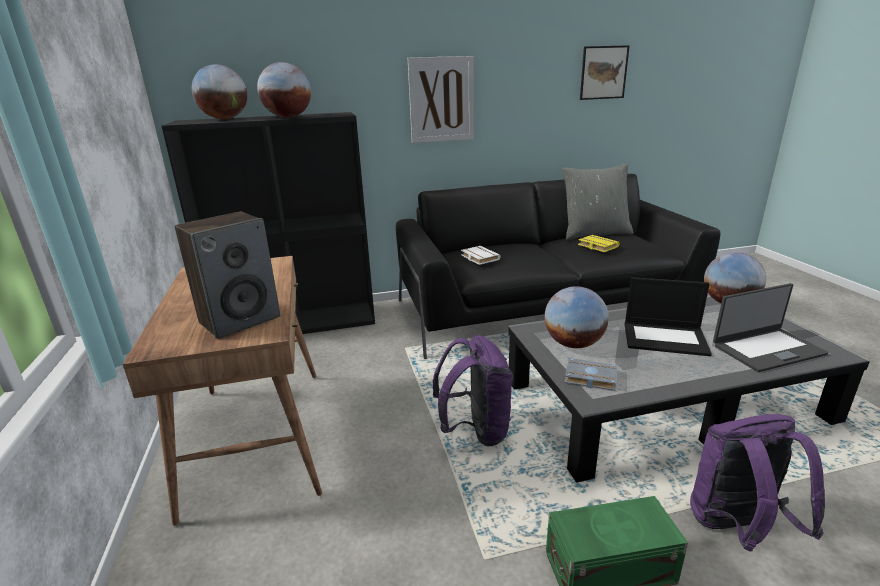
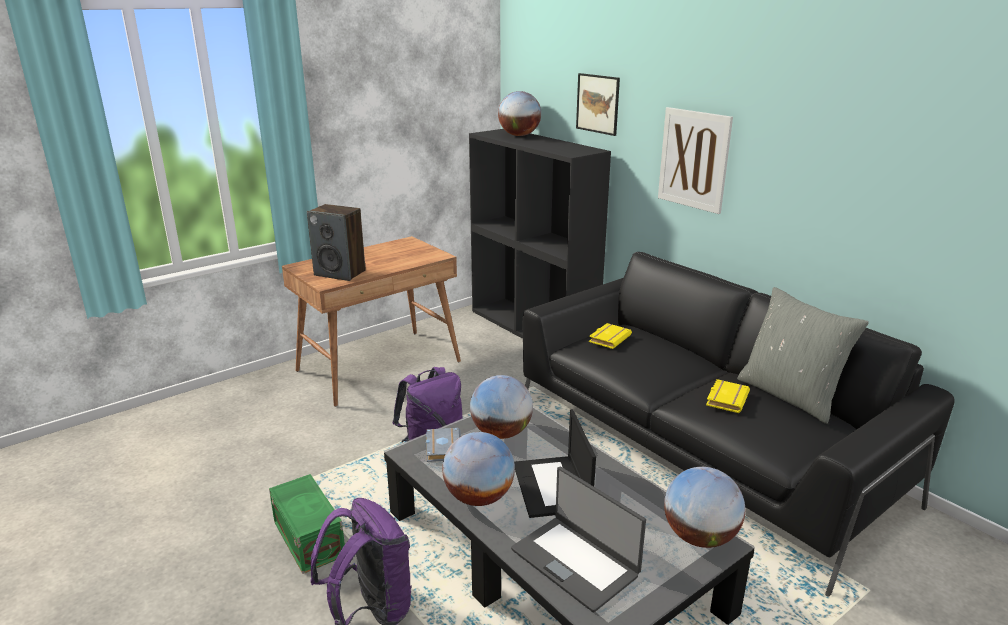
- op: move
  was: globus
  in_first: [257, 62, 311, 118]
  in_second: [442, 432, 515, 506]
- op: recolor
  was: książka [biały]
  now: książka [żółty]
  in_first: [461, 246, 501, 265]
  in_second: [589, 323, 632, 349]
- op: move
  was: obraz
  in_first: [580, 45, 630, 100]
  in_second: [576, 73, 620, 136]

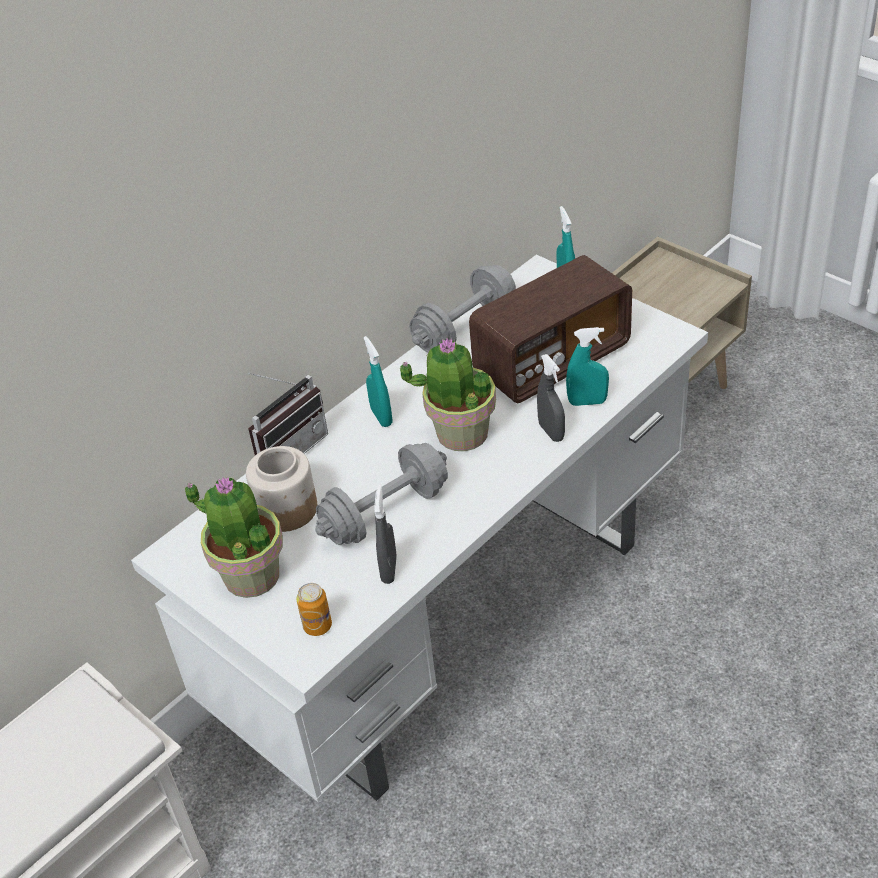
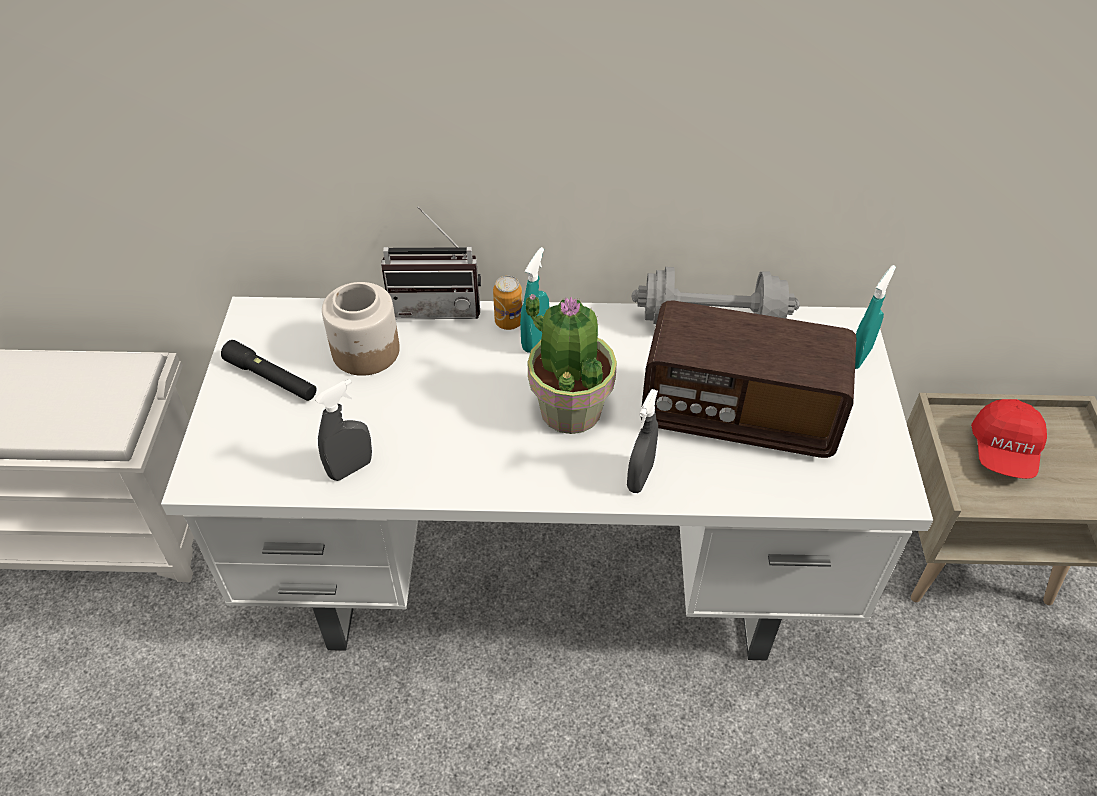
- op: replace
  was: roślina doniczkowa
  now: latarka [czarny]
  in_first: [185, 476, 283, 598]
  in_second: [221, 340, 317, 401]
- op: move
  was: puszka
  in_first: [296, 583, 332, 636]
  in_second: [493, 276, 523, 330]
- op: delete
  was: hantel [szary]
  in_first: [315, 443, 448, 545]
- op: delete
  was: spryskiwacz [turkusowy]
  in_first: [566, 327, 609, 406]
- op: insert
  now: czapka z daszkiem [czerwony]
  in_second: [971, 399, 1047, 479]

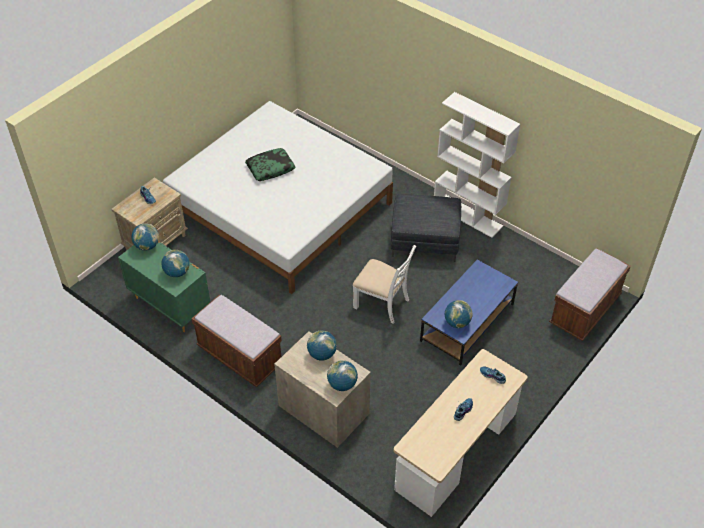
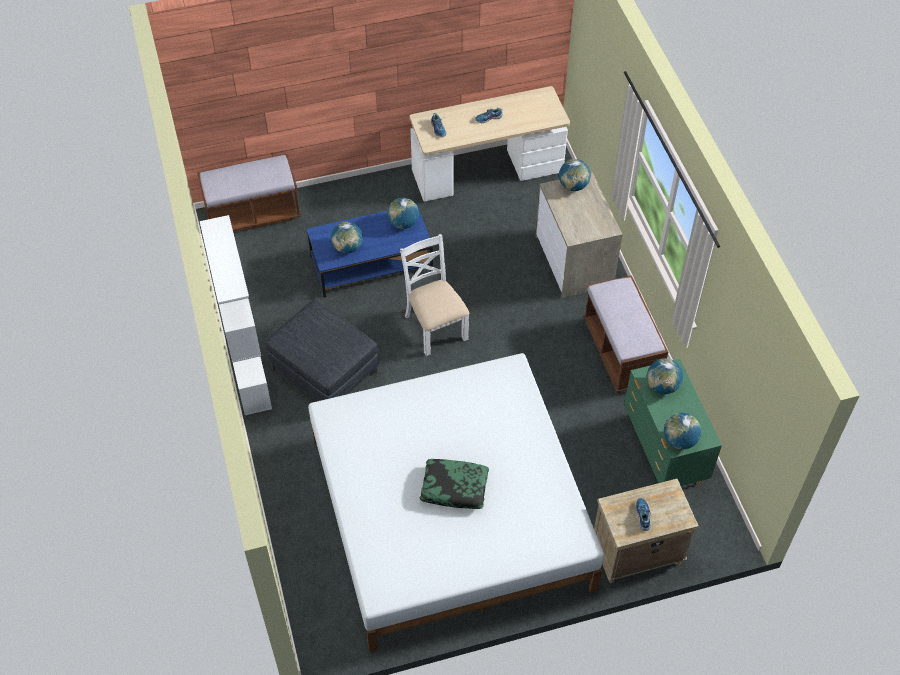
- op: move
  was: globus
  in_first: [307, 331, 337, 361]
  in_second: [331, 221, 363, 253]

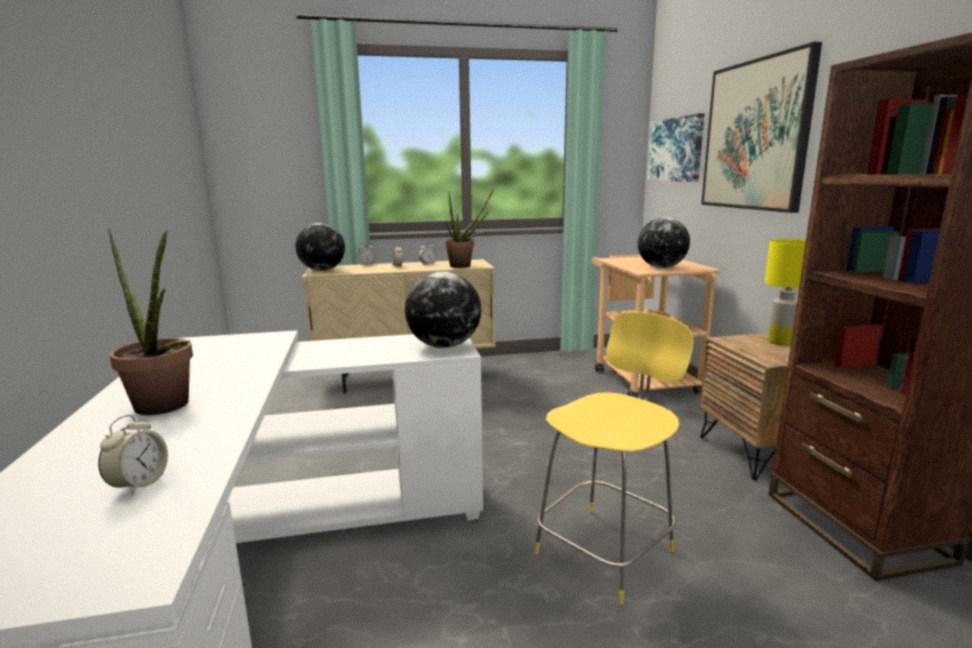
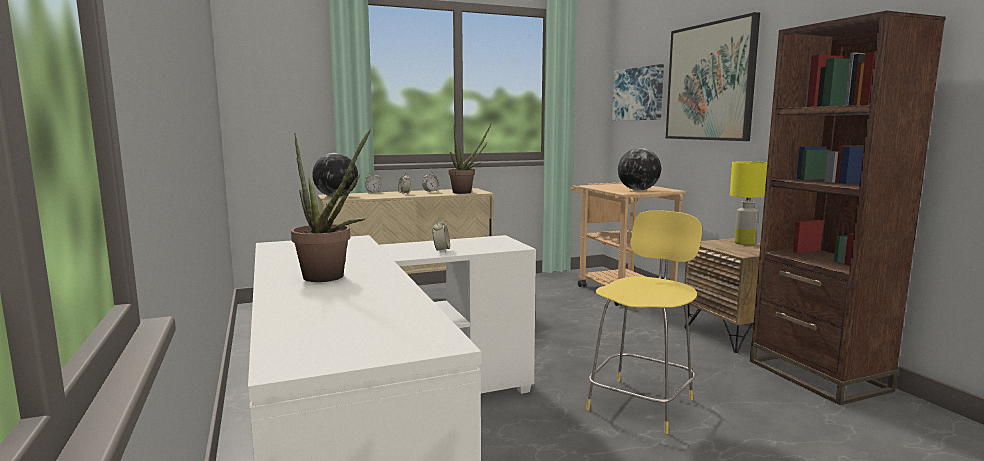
- op: move
  was: budzik
  in_first: [98, 415, 168, 496]
  in_second: [432, 218, 450, 252]
- op: delete
  was: globus
  in_first: [405, 271, 481, 348]

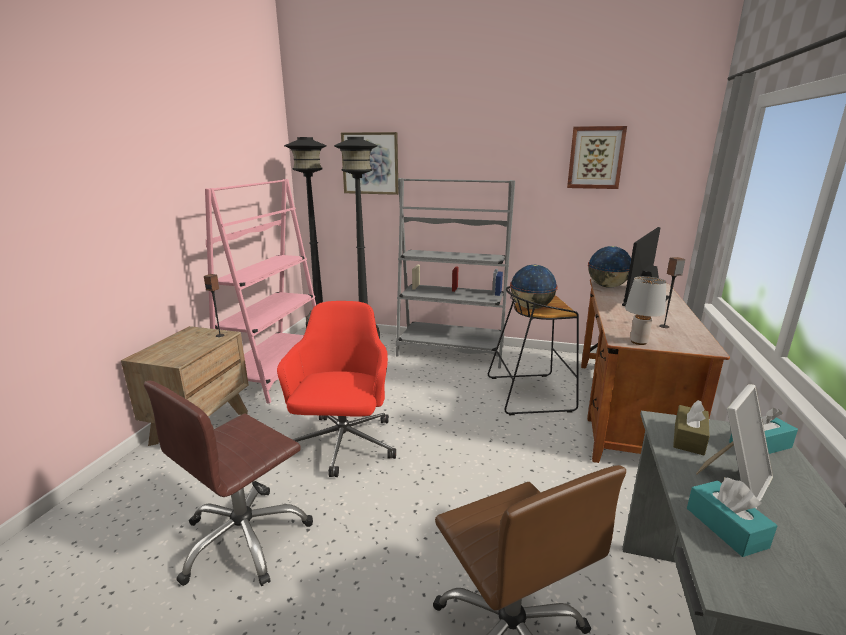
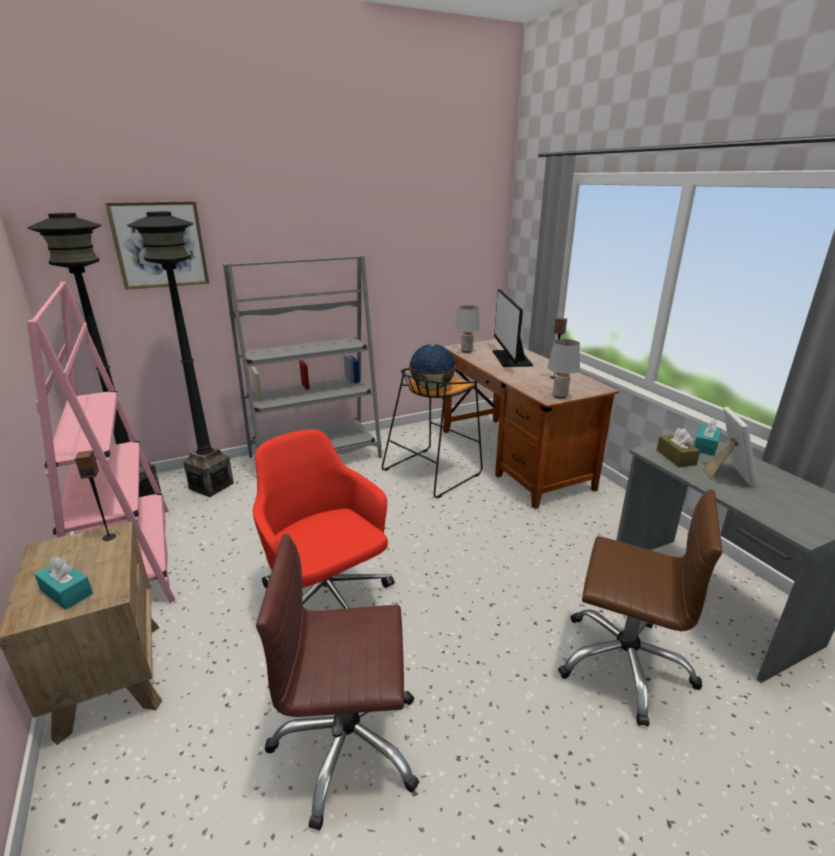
- op: rotate
  was: krzesło biurowe [brązowy]
  in_first: [144, 380, 313, 586]
  in_second: [256, 534, 419, 830]
  clockwise: 90
- op: delete
  was: obraz
  in_first: [567, 126, 627, 189]
- op: replace
  was: globus
  now: lampa stołowa [szary]
  in_first: [588, 246, 631, 288]
  in_second: [455, 305, 480, 353]
- op: move
  was: pudełko chusteczek [turkusowy]
  in_first: [687, 477, 777, 557]
  in_second: [34, 557, 93, 610]

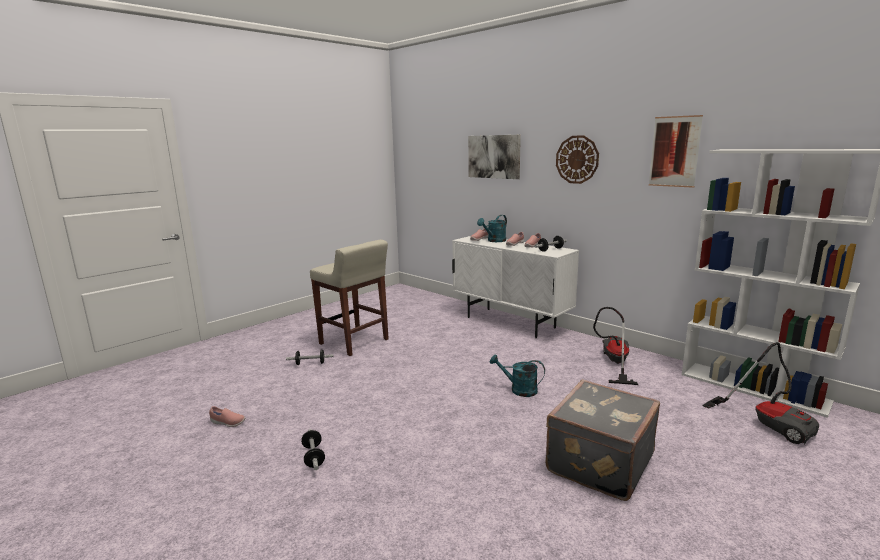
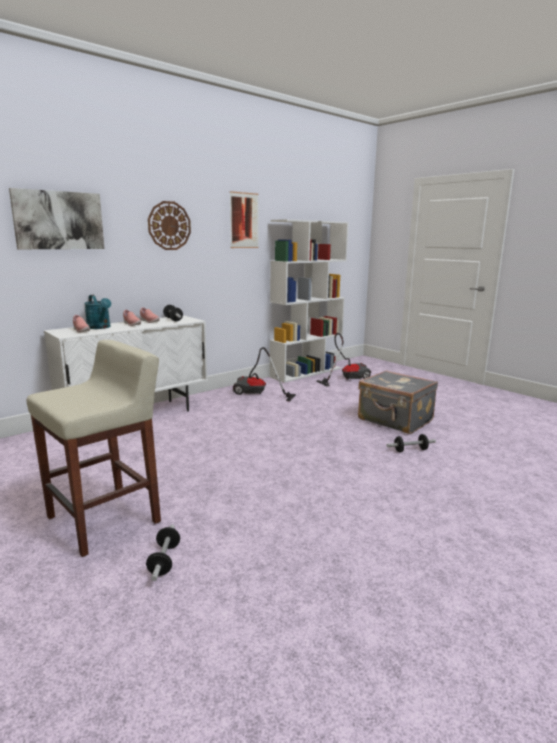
- op: delete
  was: but [różowy]
  in_first: [209, 406, 245, 427]
- op: move
  was: hantel
  in_first: [301, 429, 325, 470]
  in_second: [387, 434, 436, 452]
- op: delete
  was: konewka [turkusowy]
  in_first: [490, 354, 545, 397]

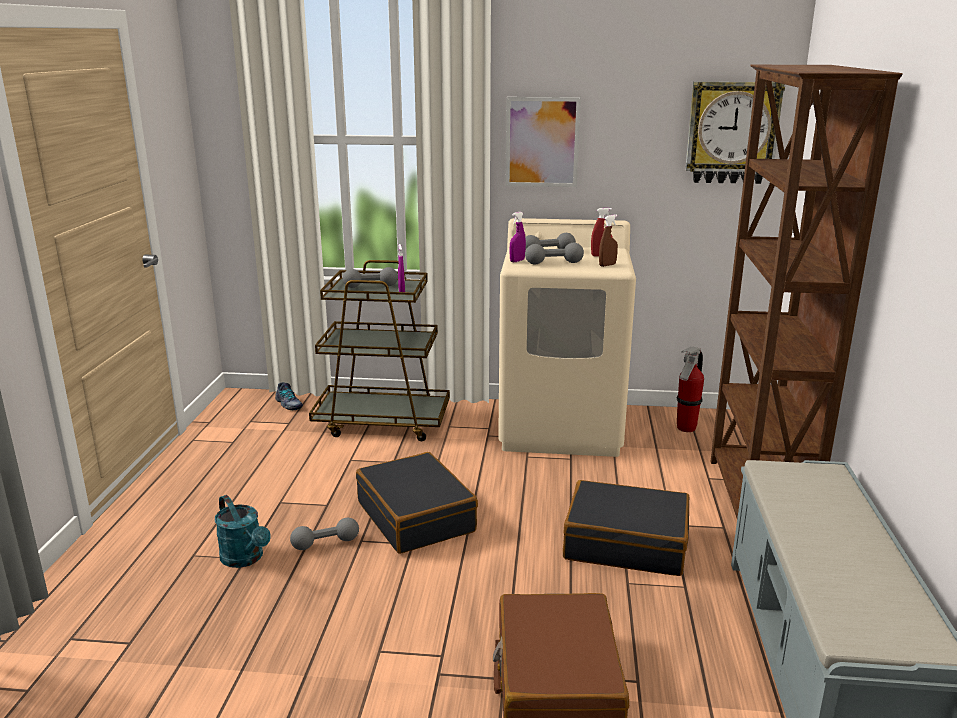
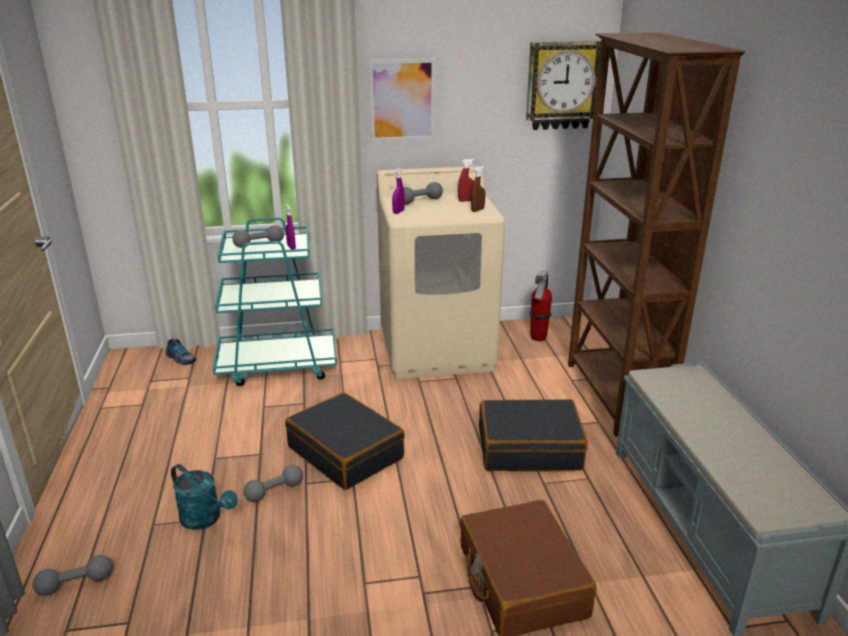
- op: recolor
  was: wózek [brązowy]
  now: wózek [turkusowy]
  in_first: [309, 260, 450, 441]
  in_second: [213, 217, 337, 386]
- op: move
  was: hantel [szary]
  in_first: [525, 243, 584, 264]
  in_second: [32, 555, 113, 596]

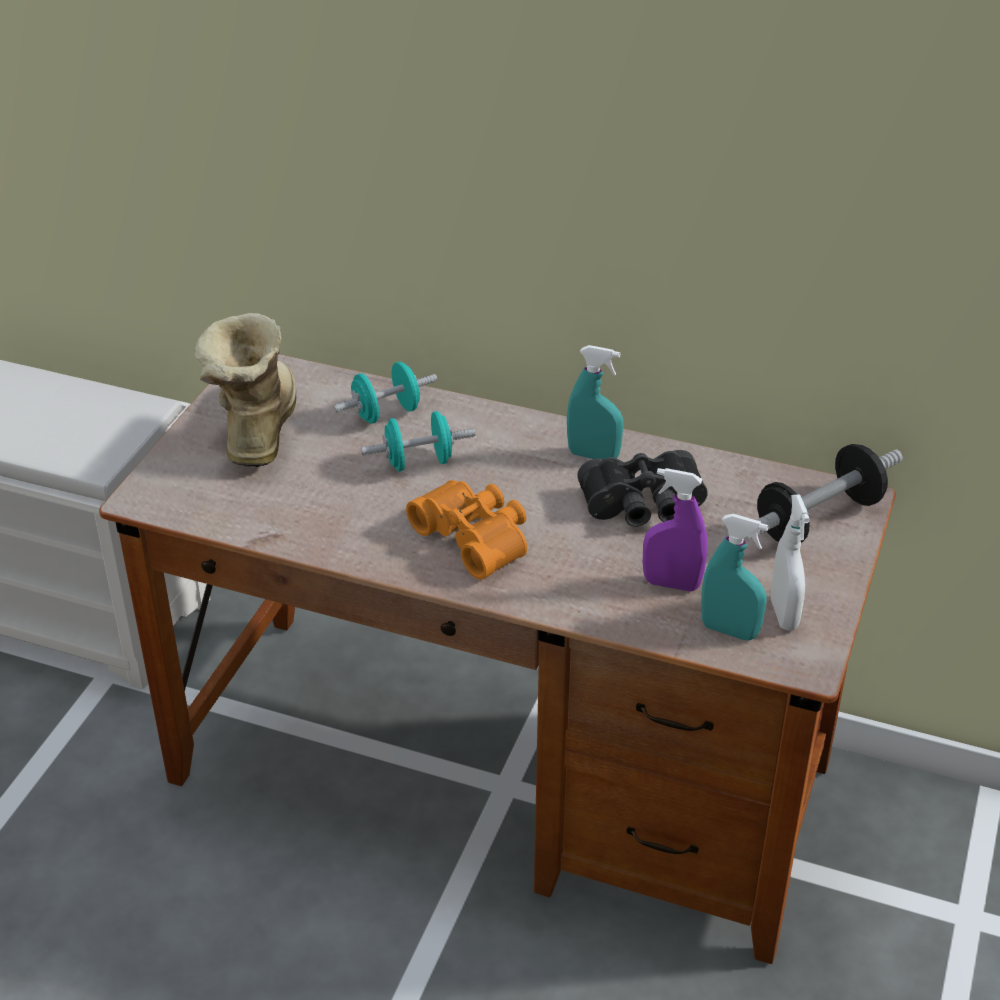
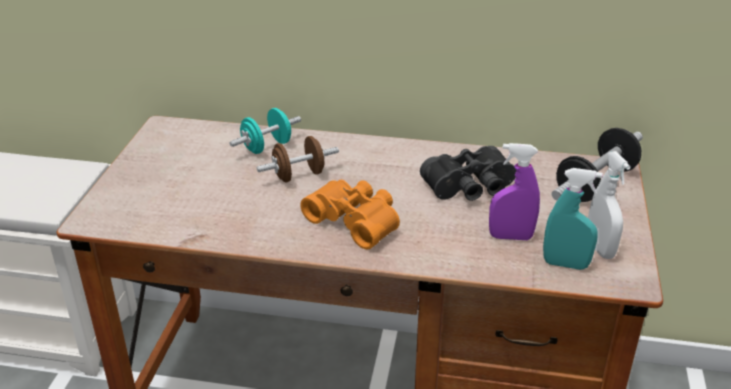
- op: delete
  was: but z cholewką
  in_first: [195, 313, 296, 467]
- op: recolor
  was: hantel [turkusowy]
  now: hantel [brązowy]
  in_first: [361, 411, 475, 471]
  in_second: [257, 136, 339, 182]
- op: delete
  was: spryskiwacz [turkusowy]
  in_first: [567, 345, 623, 459]

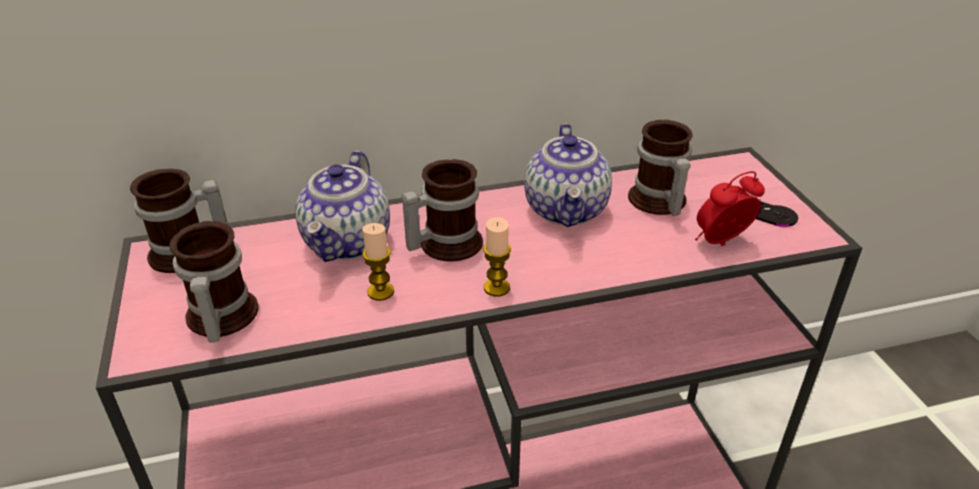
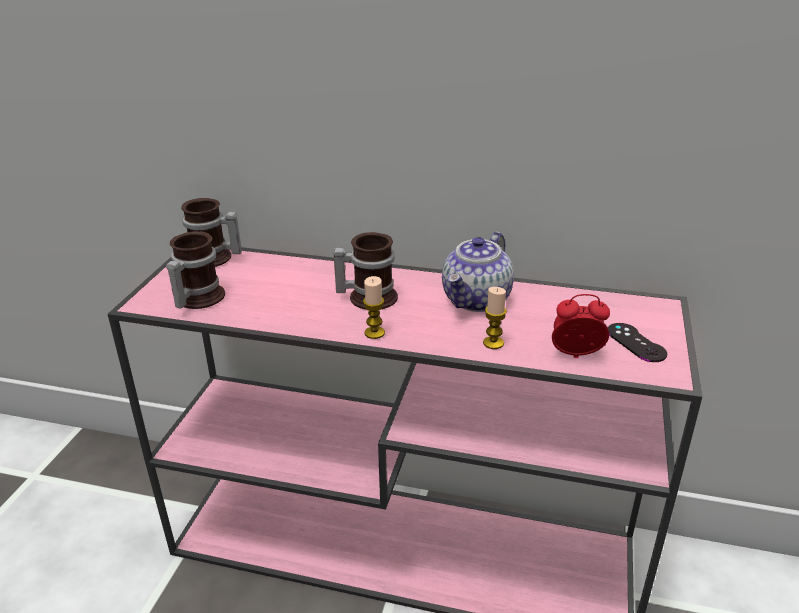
- op: delete
  was: imbryk
  in_first: [295, 151, 390, 262]
- op: move
  was: świeca
  in_first: [362, 223, 394, 301]
  in_second: [483, 287, 507, 349]
- op: delete
  was: kubek
  in_first: [628, 120, 693, 216]

